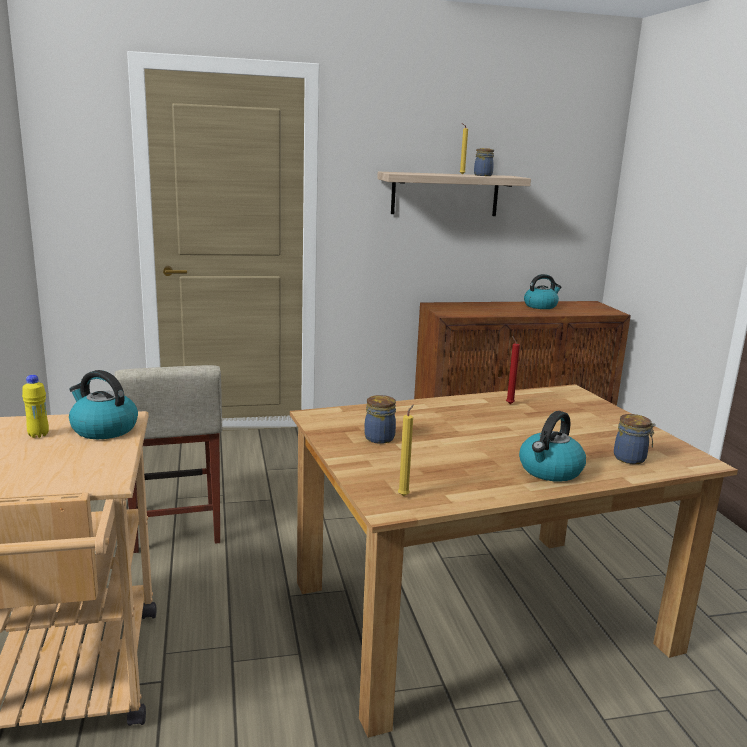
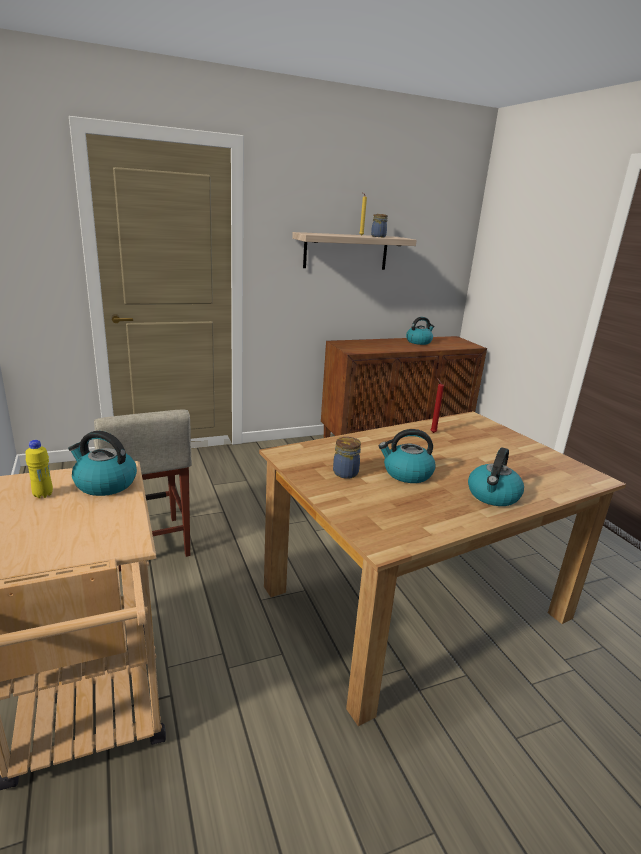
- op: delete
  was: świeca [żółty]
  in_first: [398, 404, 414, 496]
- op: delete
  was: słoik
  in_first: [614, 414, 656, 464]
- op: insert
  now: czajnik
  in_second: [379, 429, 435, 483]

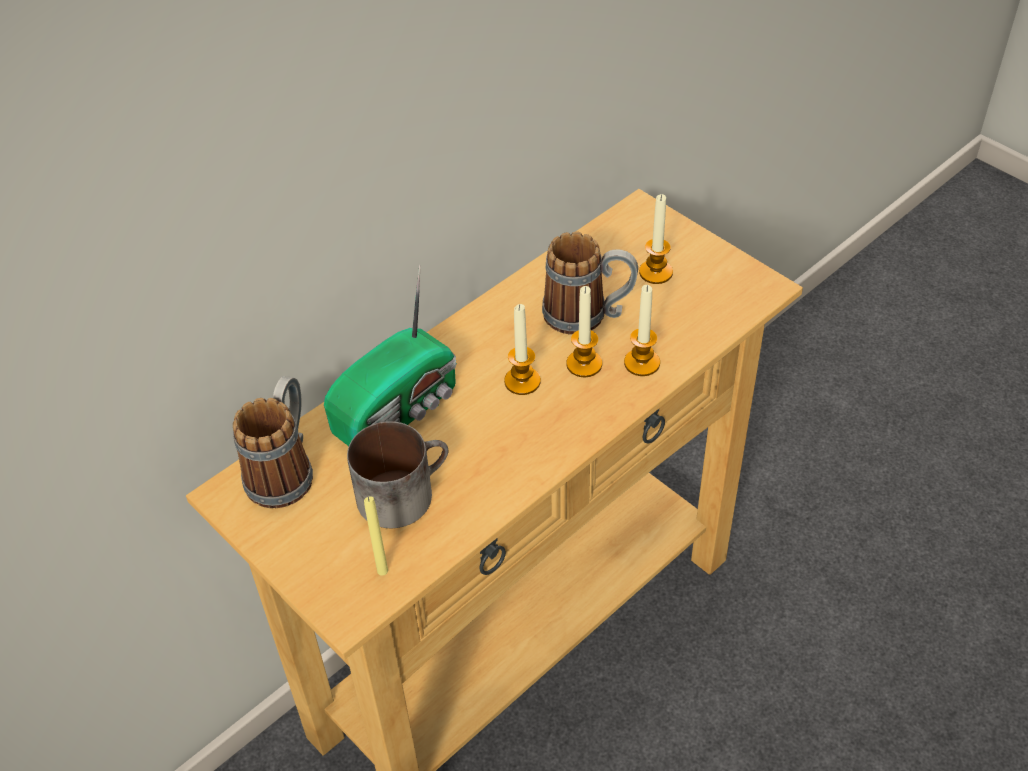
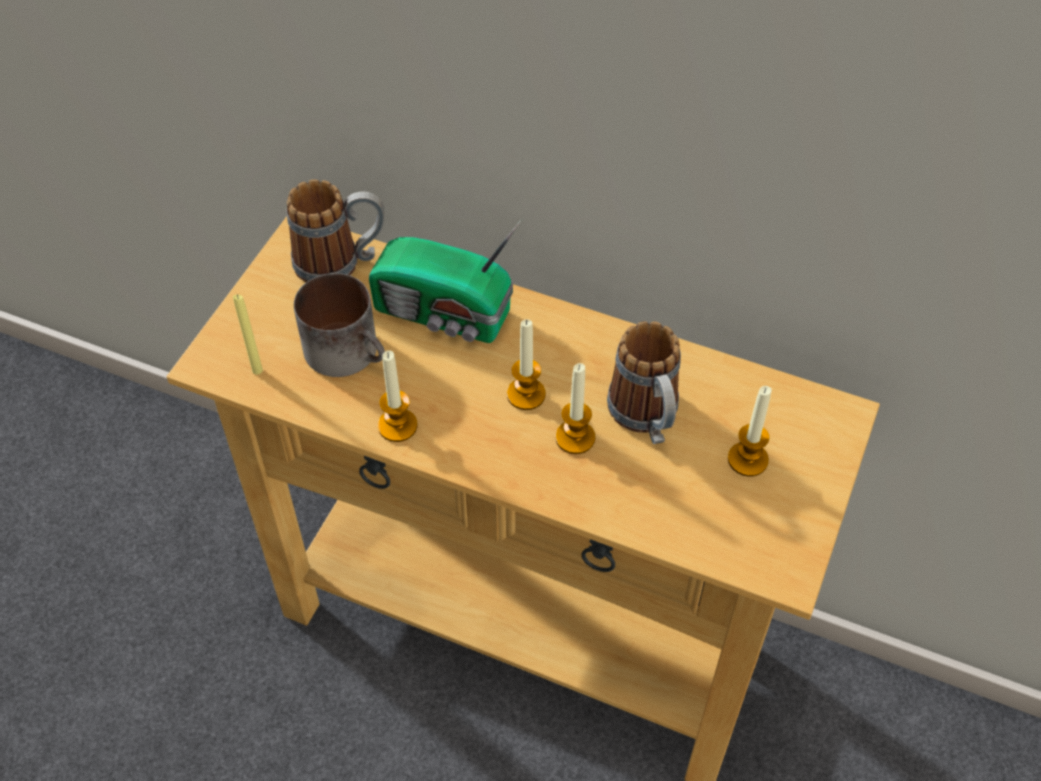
- op: move
  was: świeca
  in_first: [624, 285, 660, 376]
  in_second: [378, 350, 417, 442]

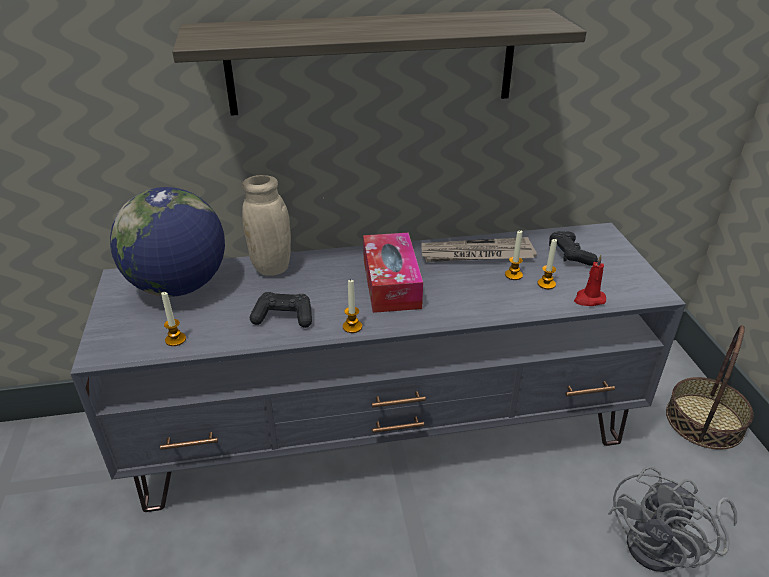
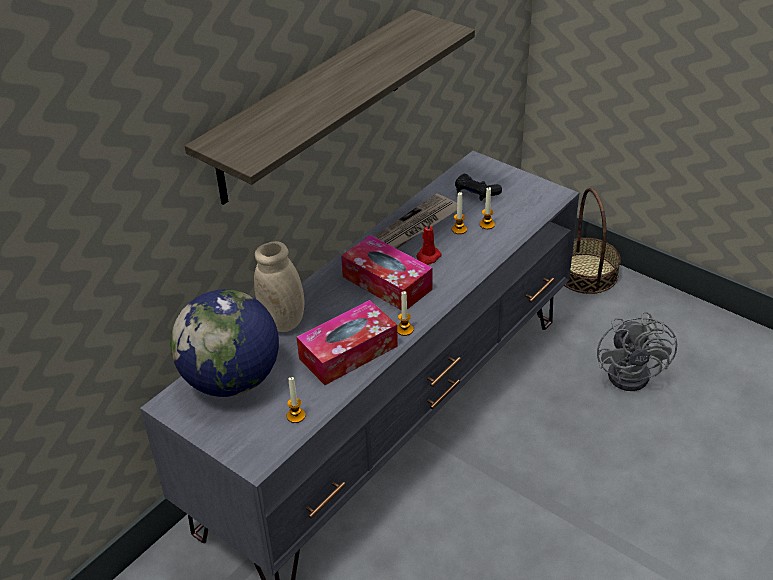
- op: replace
  was: pad do gier [czarny]
  now: pudełko chusteczek
  in_first: [250, 292, 312, 328]
  in_second: [297, 300, 398, 385]
- op: move
  was: świeca [czerwony]
  in_first: [574, 255, 606, 306]
  in_second: [416, 220, 441, 265]

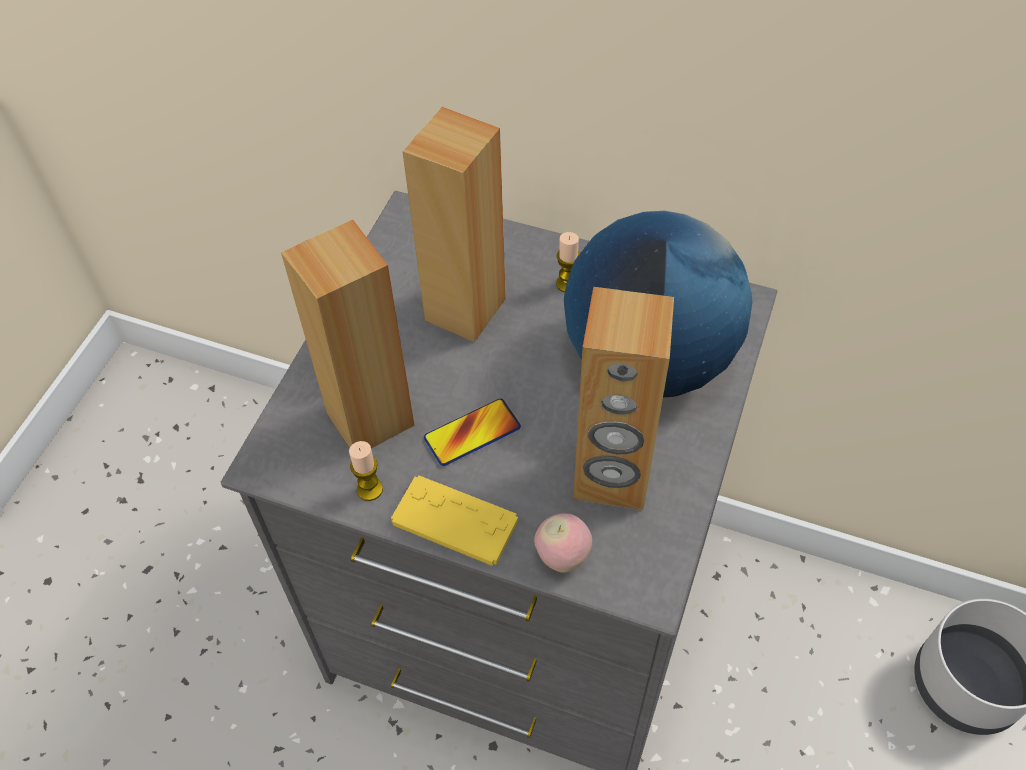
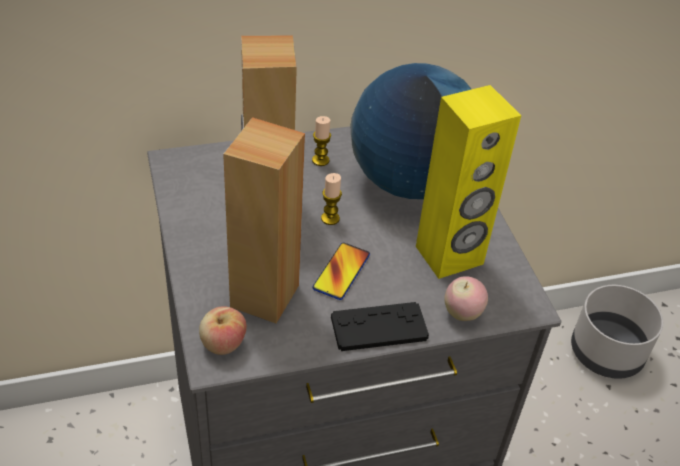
- op: move
  was: świeca
  in_first: [349, 441, 383, 501]
  in_second: [321, 173, 342, 225]
- op: recolor
  was: pad do gier [żółty]
  now: pad do gier [czarny]
  in_first: [391, 475, 518, 566]
  in_second: [331, 302, 429, 351]
- op: recolor
  was: głośnik [brązowy]
  now: głośnik [żółty]
  in_first: [573, 287, 674, 510]
  in_second: [416, 85, 521, 279]
- op: insert
  now: jabłko
  in_second: [199, 306, 247, 355]

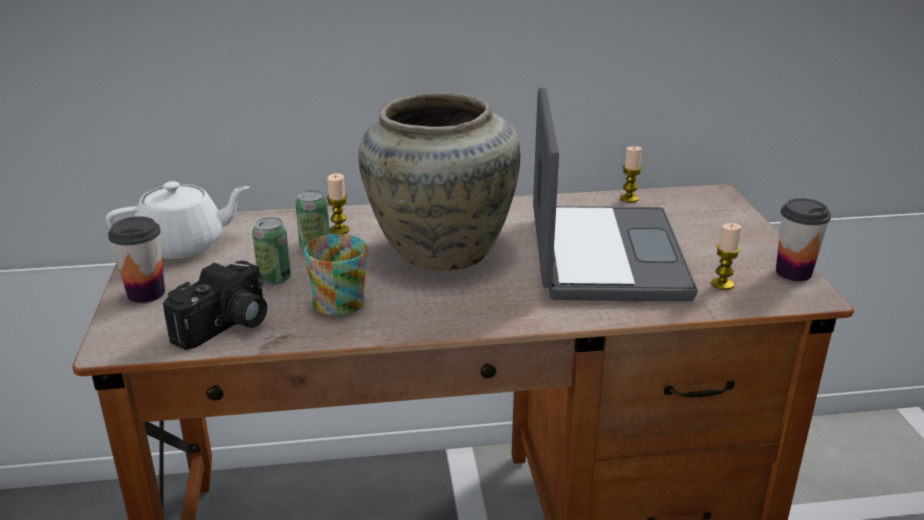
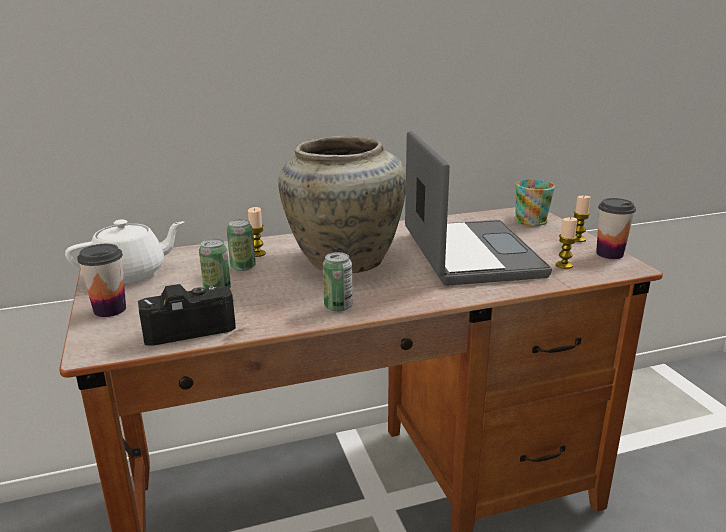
- op: rotate
  was: aparat fotograficzny
  in_first: [163, 260, 267, 350]
  in_second: [138, 284, 236, 346]
  clockwise: -135
- op: move
  was: kubek
  in_first: [304, 234, 368, 316]
  in_second: [515, 179, 555, 226]
- op: move
  was: świeca
  in_first: [620, 146, 642, 203]
  in_second: [574, 196, 591, 242]
- op: insert
  now: puszka
  in_second: [323, 252, 353, 312]

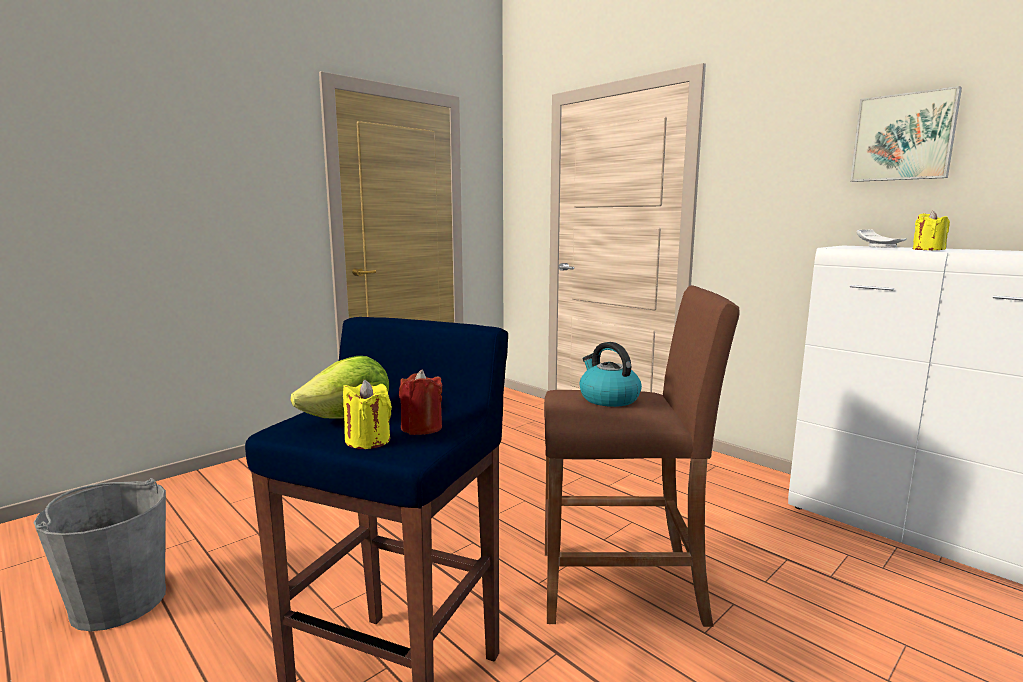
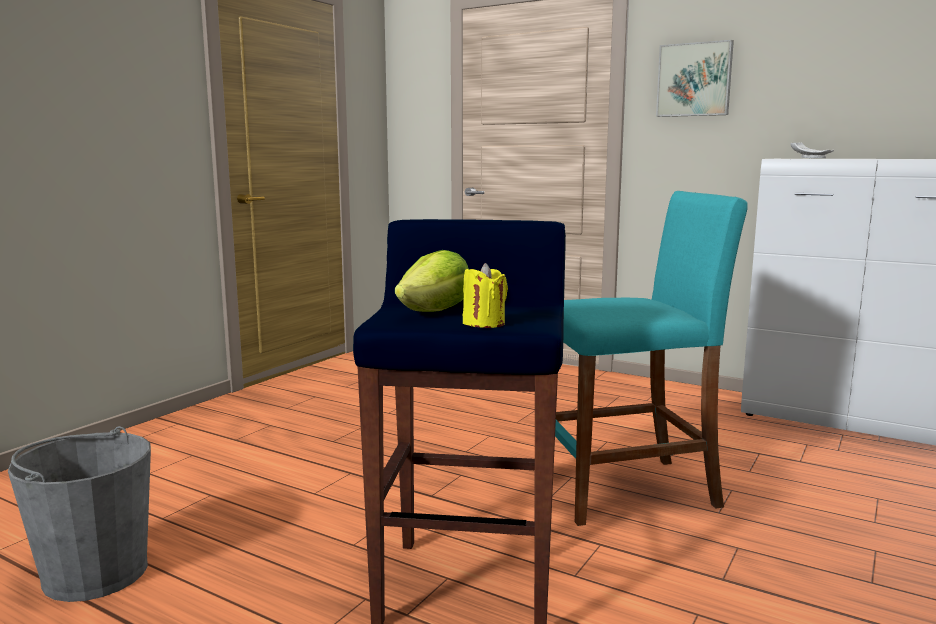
- op: delete
  was: świeca [czerwony]
  in_first: [399, 369, 443, 435]
- op: recolor
  was: stołek [brązowy]
  now: stołek [turkusowy]
  in_first: [544, 285, 739, 627]
  in_second: [555, 191, 747, 526]
- op: delete
  was: czajnik
  in_first: [580, 342, 642, 407]
- op: move
  was: obraz
  in_first: [850, 86, 962, 182]
  in_second: [656, 40, 734, 117]
- op: delete
  was: świeca [żółty]
  in_first: [913, 211, 950, 250]

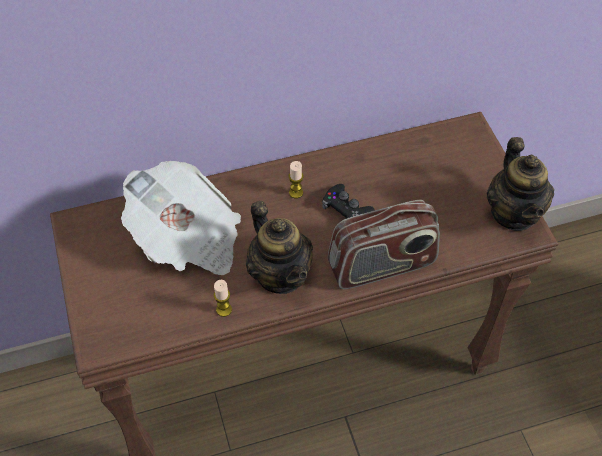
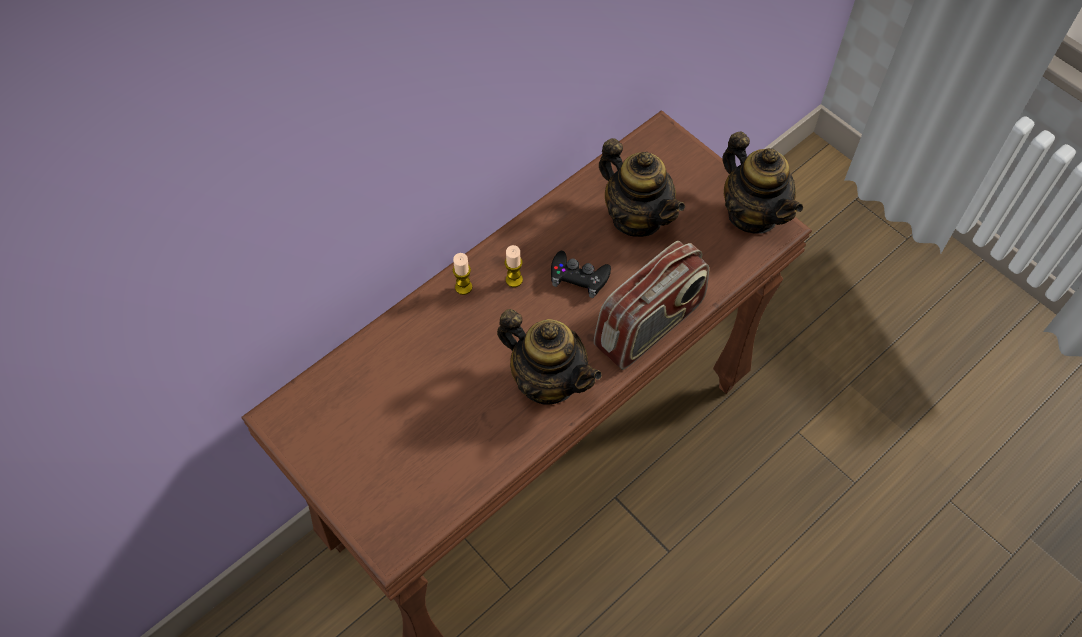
- op: delete
  was: gazeta
  in_first: [121, 161, 241, 276]
- op: move
  was: świeca
  in_first: [214, 280, 232, 317]
  in_second: [453, 253, 472, 295]
- op: insert
  now: imbryk
  in_second: [599, 138, 685, 237]

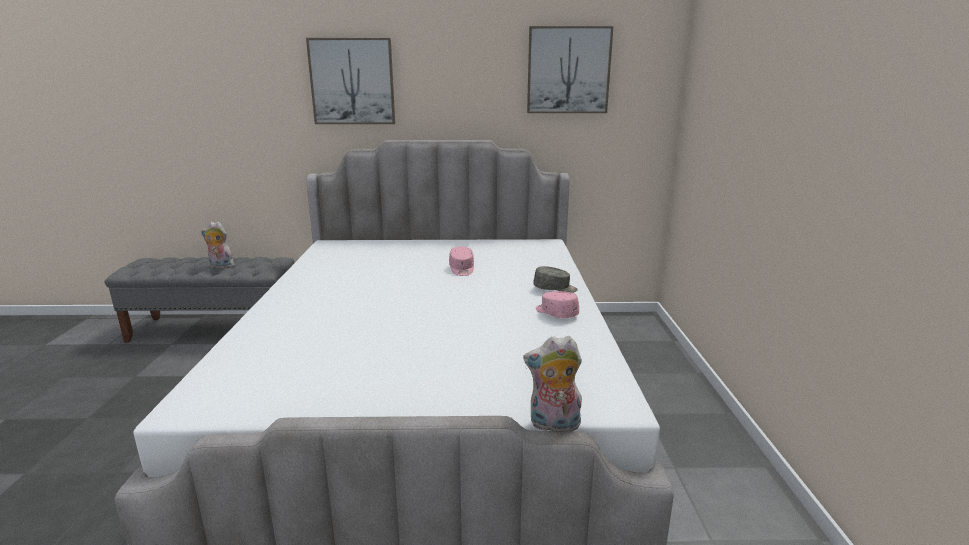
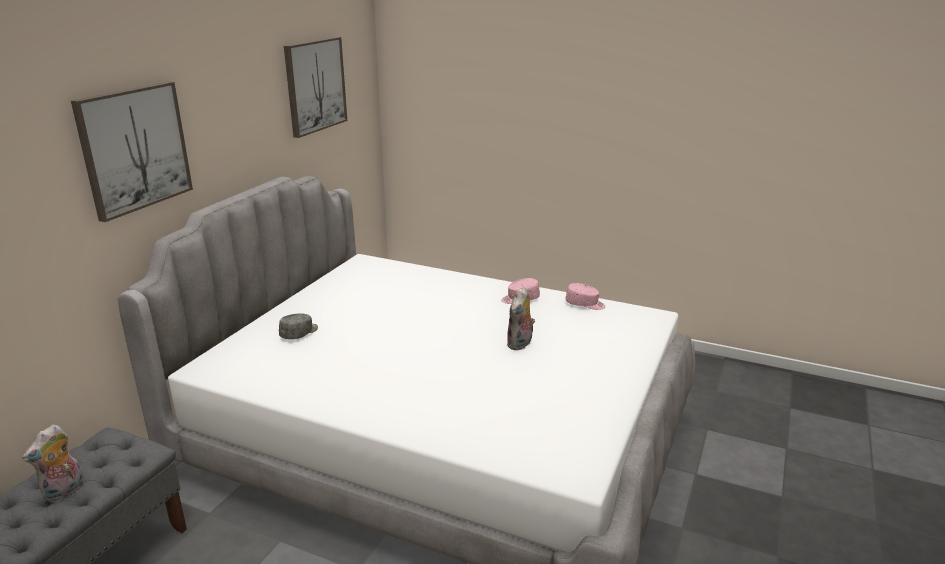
- op: move
  was: czapka z daszkiem [różowy]
  in_first: [449, 246, 474, 276]
  in_second: [566, 283, 606, 310]
- op: move
  was: pluszak
  in_first: [523, 336, 582, 432]
  in_second: [507, 287, 535, 351]
- op: move
  was: czapka z daszkiem [szary]
  in_first: [533, 266, 578, 293]
  in_second: [279, 313, 318, 340]

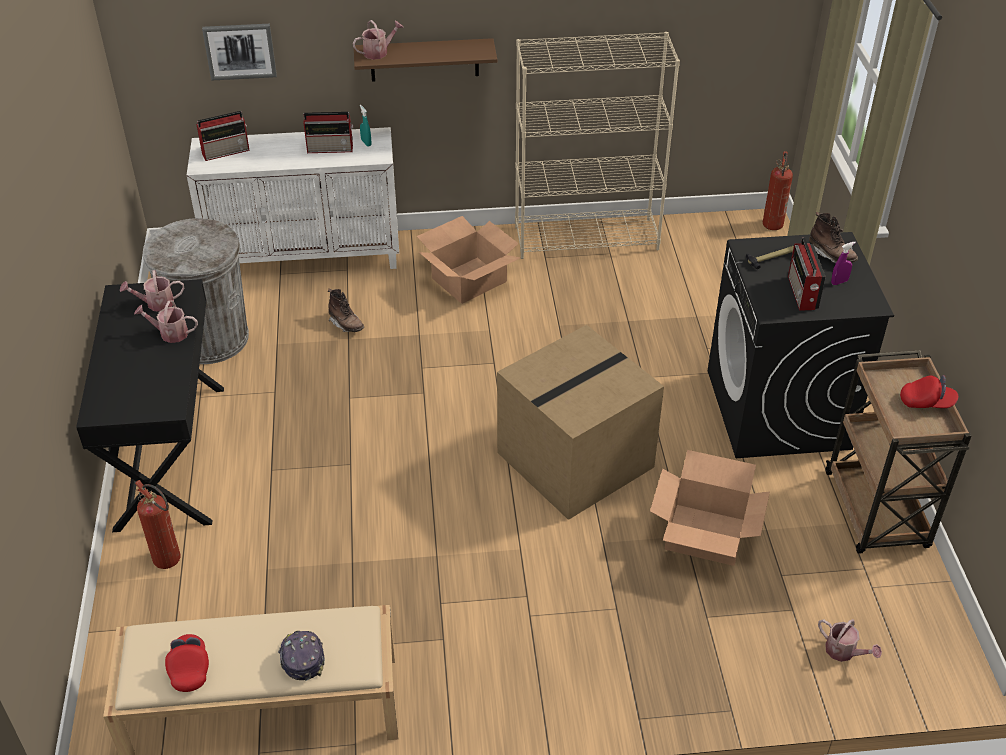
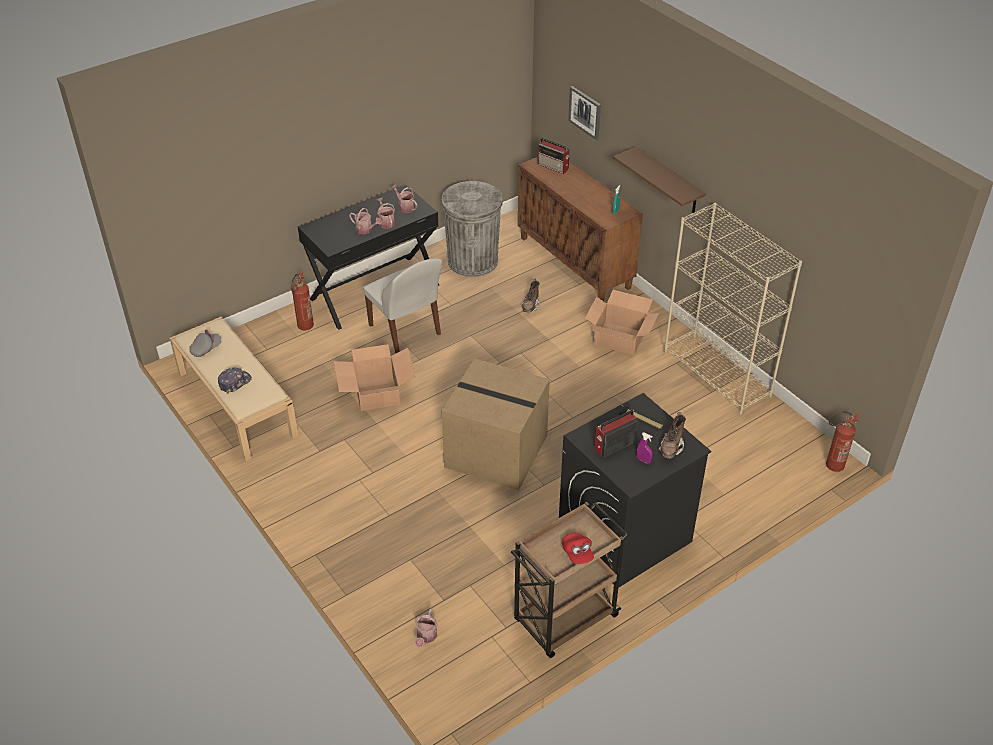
- op: recolor
  was: czapka z daszkiem [czerwony]
  now: czapka z daszkiem [szary]
  in_first: [165, 634, 209, 692]
  in_second: [189, 330, 221, 357]
- op: recolor
  was: szafka [biały]
  now: szafka [brązowy]
  in_first: [186, 127, 399, 269]
  in_second: [518, 157, 643, 301]
- op: delete
  was: radio
  in_first: [303, 112, 353, 153]
- op: move
  was: konewka
  in_first: [353, 20, 403, 60]
  in_second: [349, 208, 382, 234]
- op: move
  was: karton
  in_first: [650, 450, 770, 566]
  in_second: [334, 344, 416, 411]
- op: insert
  now: krzesło [biały]
  in_second: [363, 258, 442, 353]

